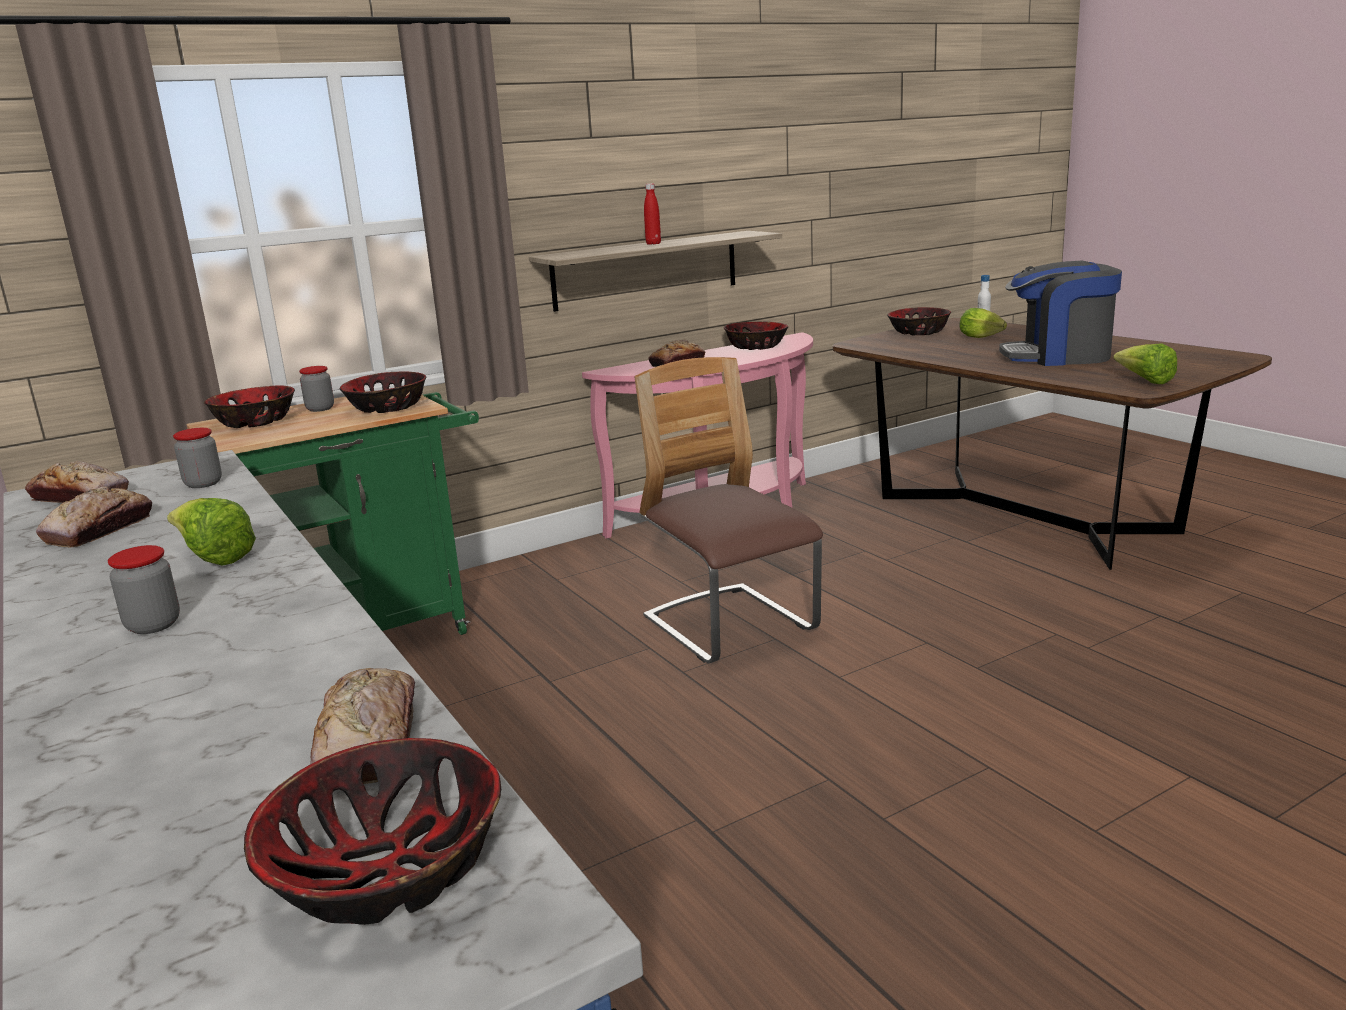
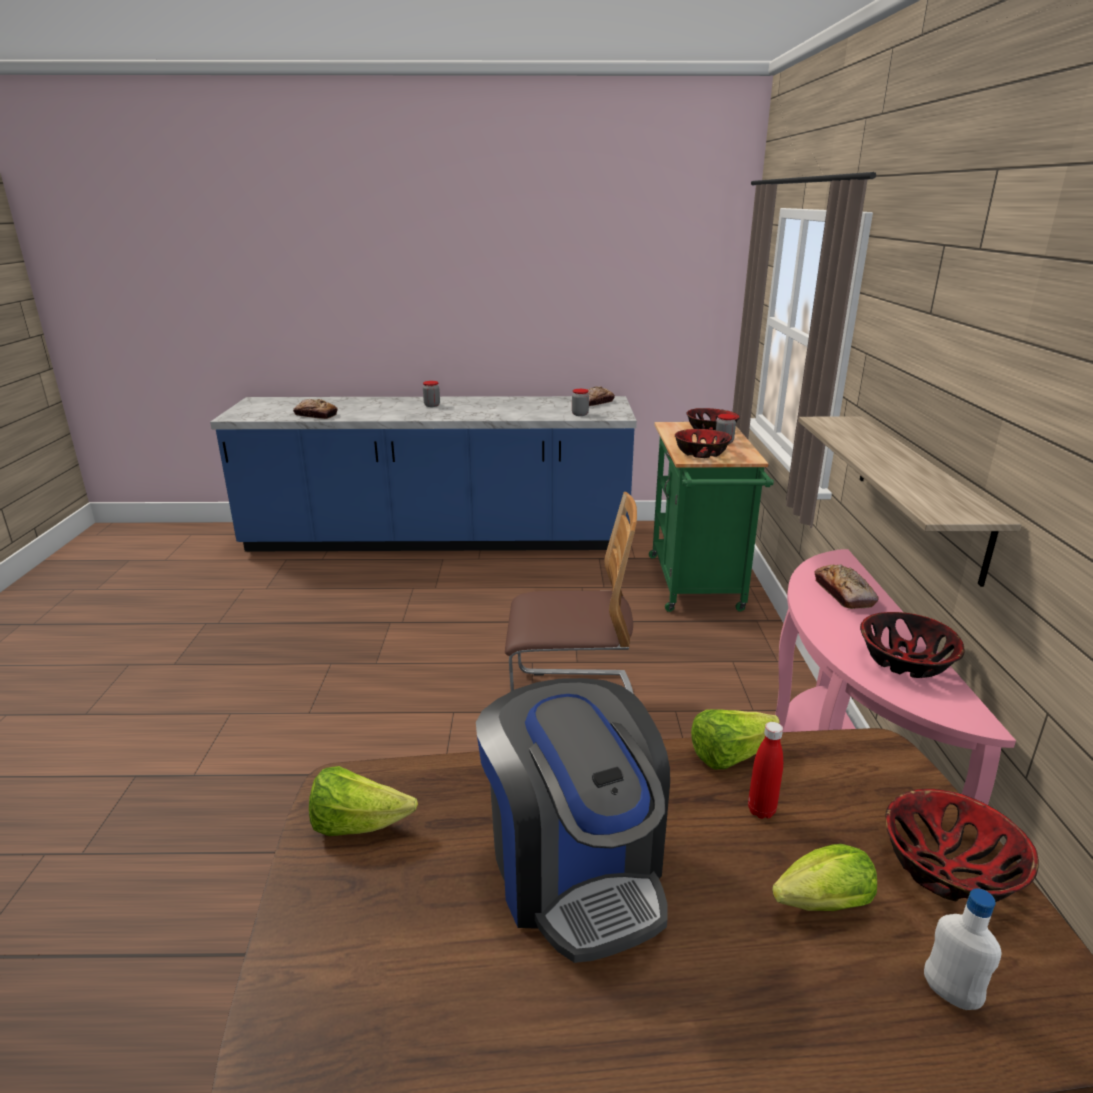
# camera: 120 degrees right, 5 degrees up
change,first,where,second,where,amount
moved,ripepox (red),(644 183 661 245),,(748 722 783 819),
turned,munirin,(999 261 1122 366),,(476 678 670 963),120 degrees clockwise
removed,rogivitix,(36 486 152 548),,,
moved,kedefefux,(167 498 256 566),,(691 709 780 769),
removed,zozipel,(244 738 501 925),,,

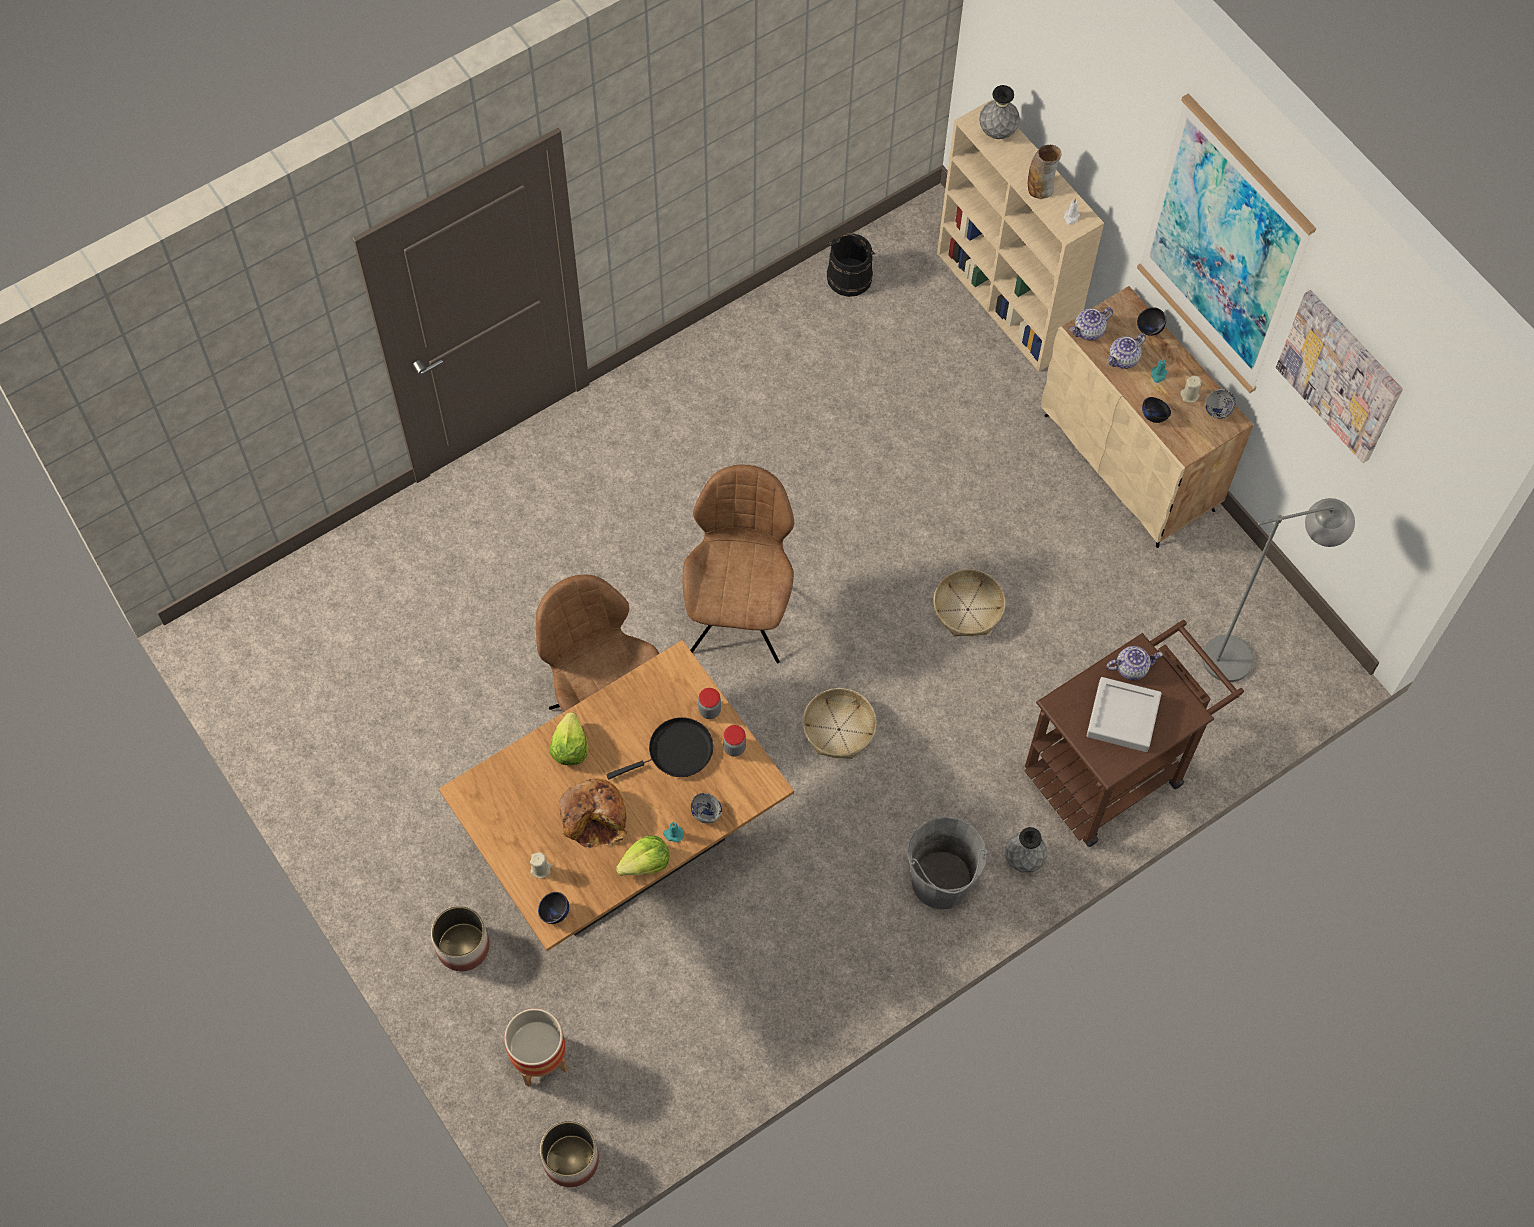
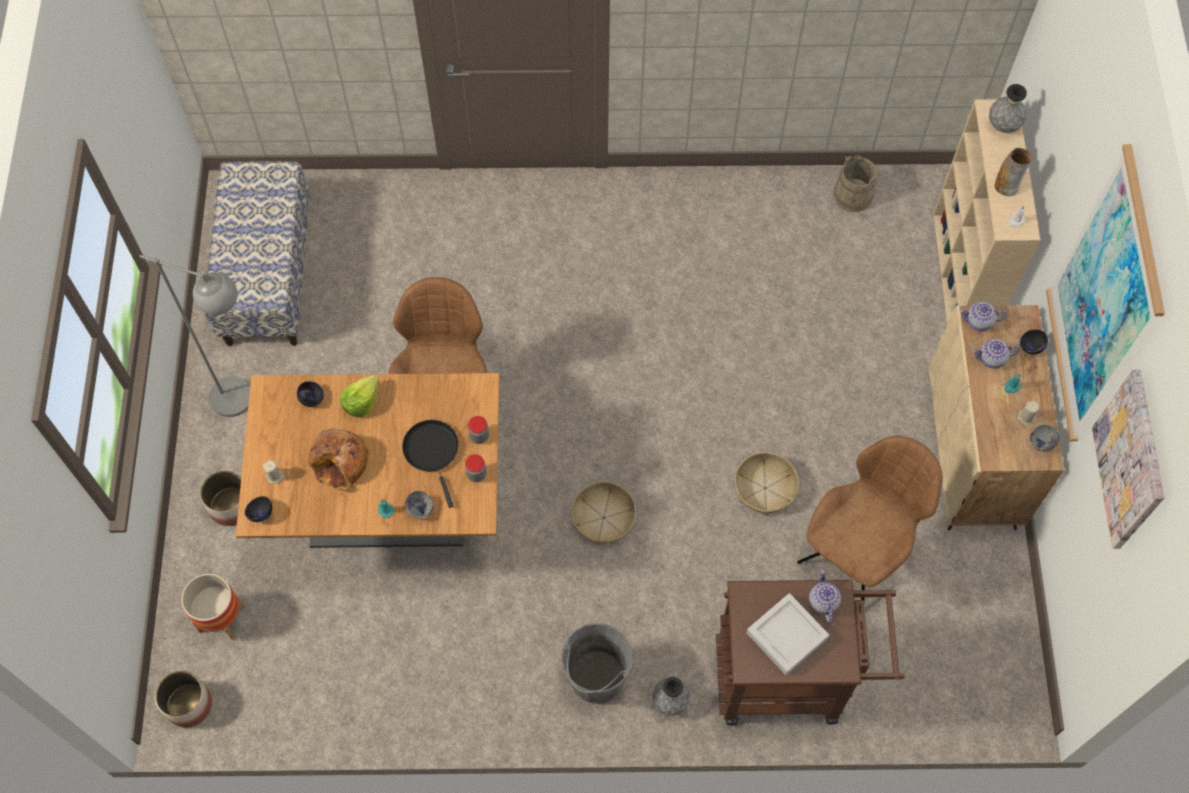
# camera: 35 degrees right, 0 degrees up
change,first,where,second,where,amount
recoloured,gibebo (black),(827 233 875 297),gibebo (beige),(834 155 877 212),
moved,zozipel (black),(1142 397 1171 423),,(297 381 324 407),
moved,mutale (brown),(682 464 794 663),,(797 435 943 600),
moved,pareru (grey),(1202 498 1355 682),,(139 255 250 417),
turned,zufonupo,(1106 646 1163 680),,(809 570 841 623),120 degrees counterclockwise
turned,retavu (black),(606 717 713 779),,(402 420 459 508),120 degrees counterclockwise
removed,kedefefux,(616 835 670 876),,,
added,,,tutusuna,(205 161 310 346),

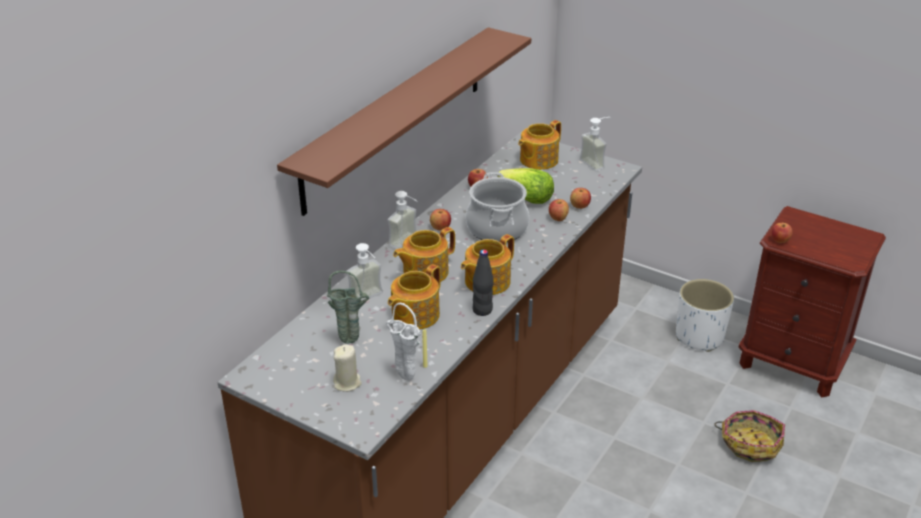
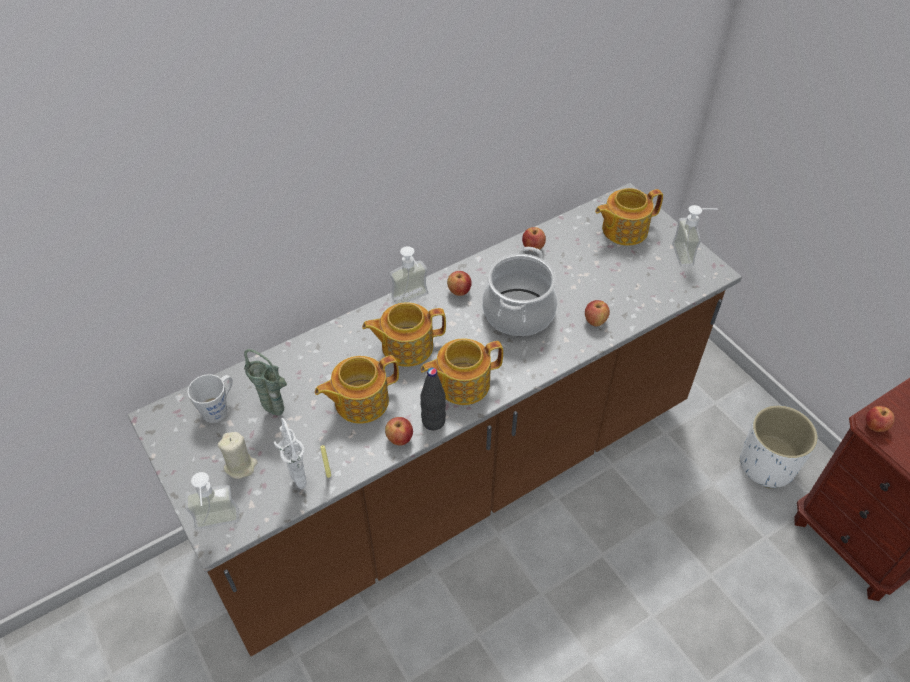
# camera: 25 degrees right, 15 degrees up
change,first,where,second,where,amount
removed,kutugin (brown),(277 27 531 216),,,
removed,kedefefux,(497 168 554 204),,,
moved,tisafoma,(570 188 591 209),,(385 417 413 446),
moved,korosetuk,(347 243 383 301),,(185 472 239 530),
removed,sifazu,(715 410 785 462),,,
added,,,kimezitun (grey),(187 374 233 423),

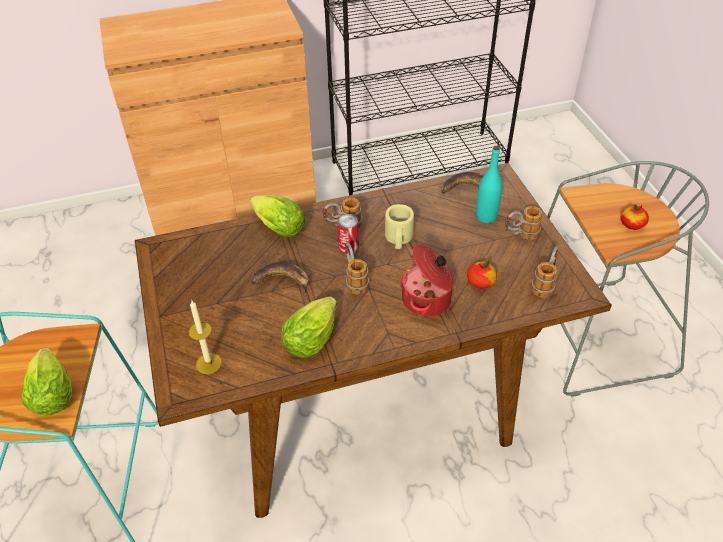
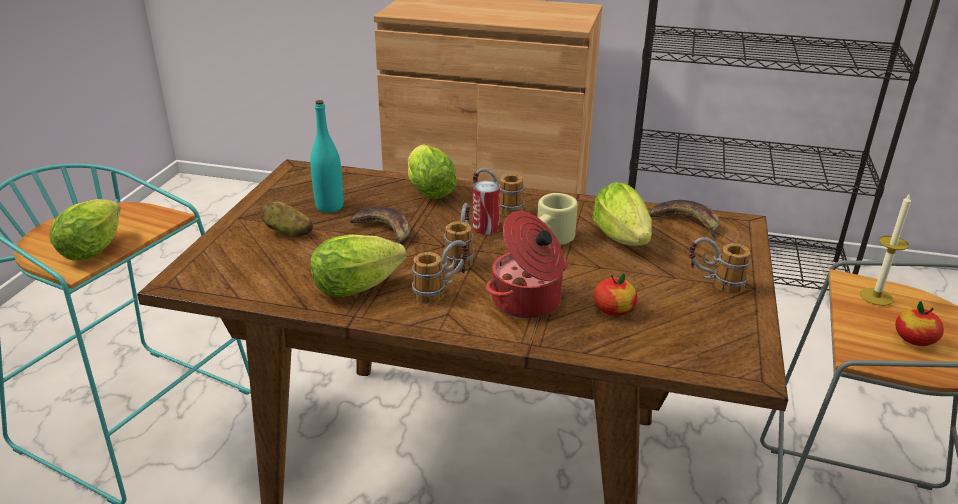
# camera: 30 degrees right, 15 degrees down
change,first,where,second,where,amount
moved,ripepox (turquoise),(476 146 502 223),,(310 100 343 213),
moved,kimezitun,(531 246 559 298),,(412 240 468 304),
moved,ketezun,(189 301 222 374),,(860 193 911 306),
added,,,kedefefux,(592 182 652 246),
added,,,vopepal,(260 201 313 237),

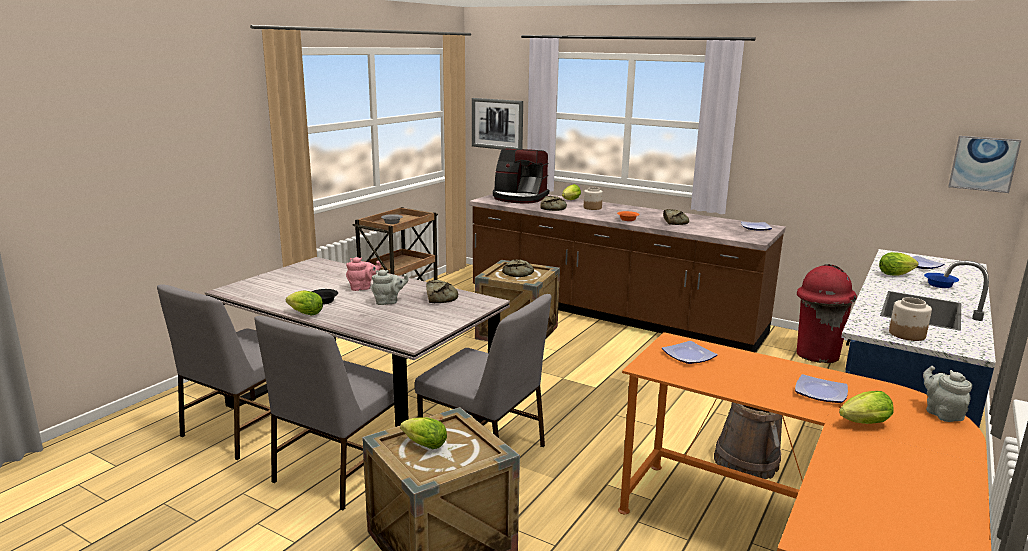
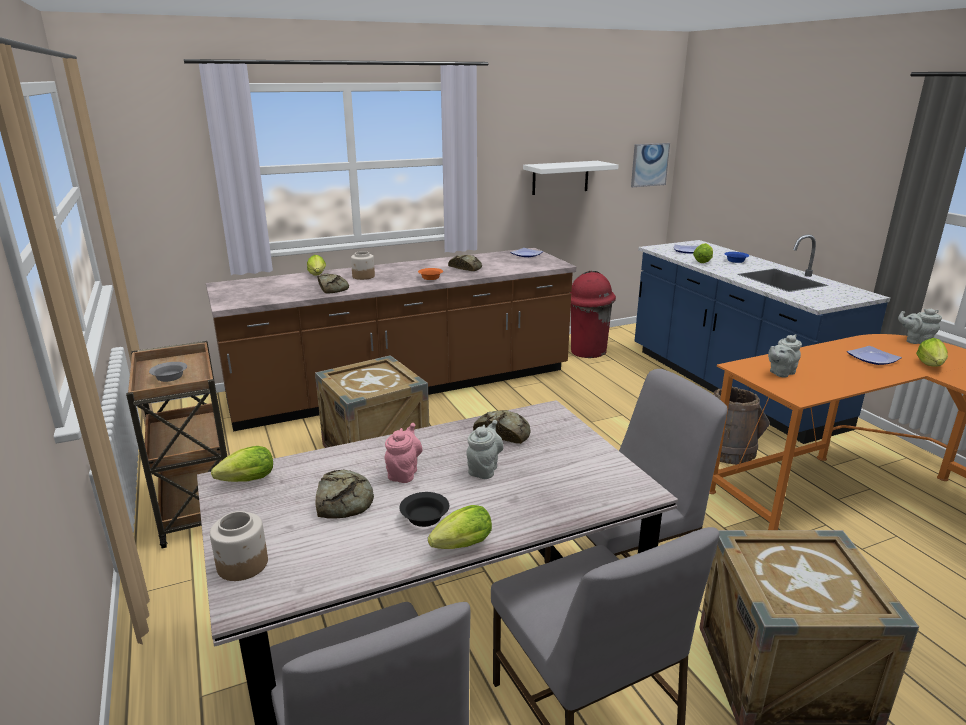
# camera: 55 degrees left, 5 degrees up
change,first,where,second,where,amount
removed,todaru,(472 98 523 149),,,
removed,munirin,(493 149 549 204),,,
moved,rogivitix,(502 259 534 277),,(316 470 374 518),
moved,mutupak,(889 297 932 341),,(210 511 268 581),
replaced,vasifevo,(662 341 718 364),zufonupo (grey),(768 334 802 378),
moved,kedefefux,(400 417 447 449),,(211 446 273 482),
added,,,kutugin (white),(523 161 619 195),

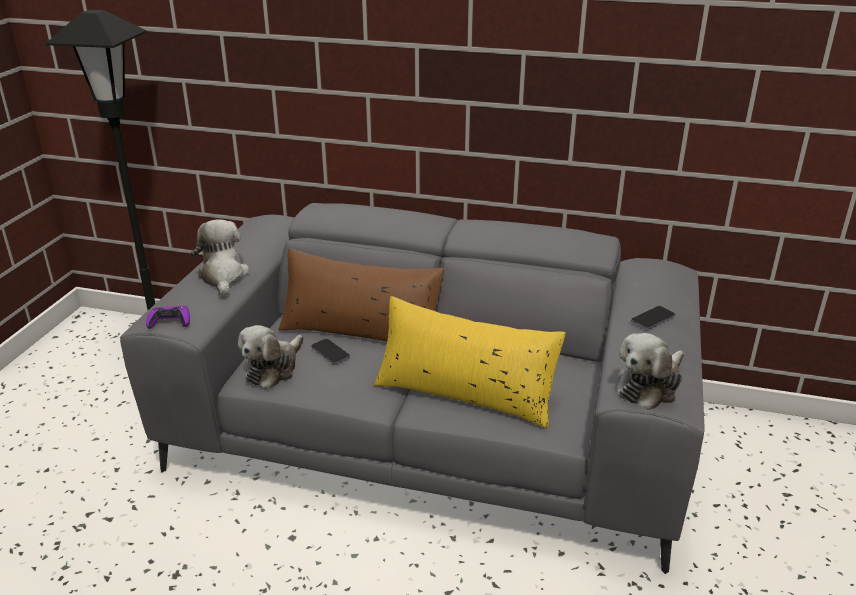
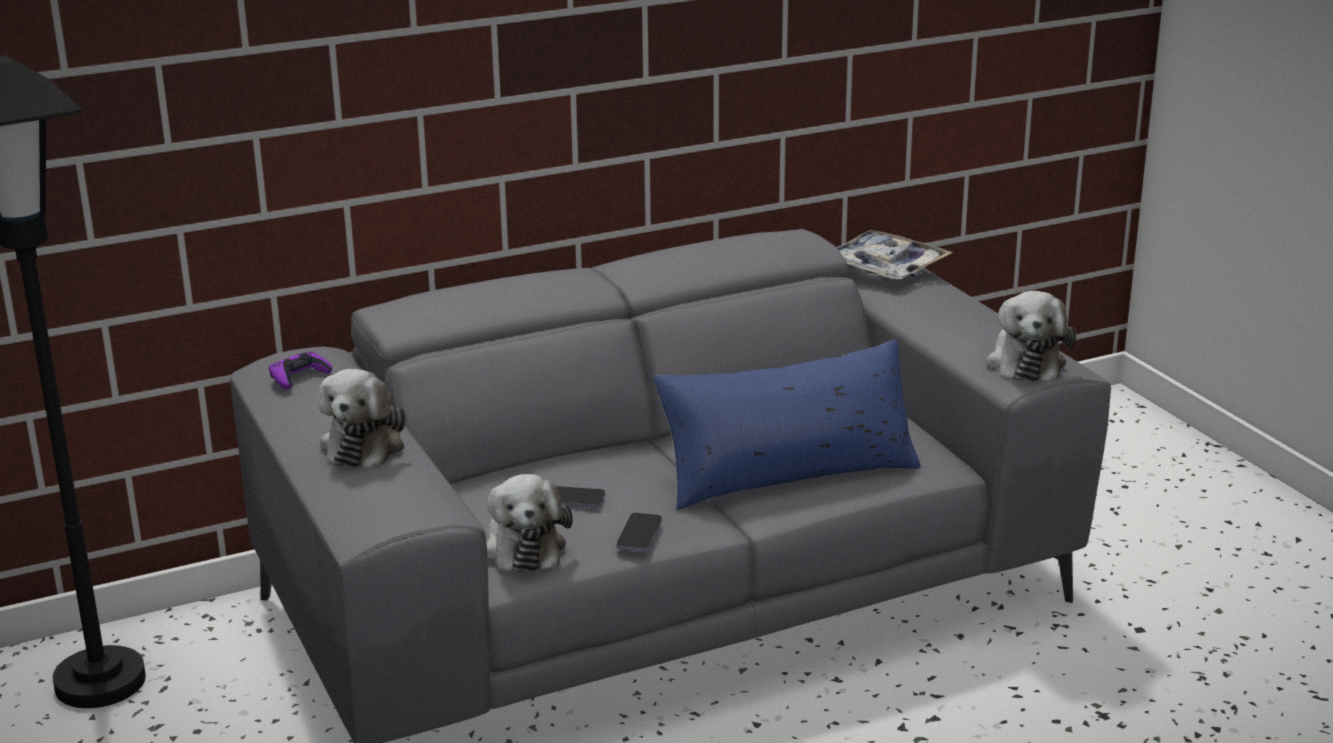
# camera: 40 degrees left, 5 degrees down
change,first,where,second,where,amount
turned,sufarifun,(191 220 250 296),,(318 369 406 467),120 degrees counterclockwise
removed,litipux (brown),(278 249 444 341),,,
recoloured,litipux (yellow),(374 296 566 428),litipux (blue),(653 339 921 510),
moved,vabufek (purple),(146 306 190 329),,(269 352 332 389),
moved,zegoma,(631 306 675 330),,(616 513 662 552),
added,,,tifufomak,(837 230 953 280),

